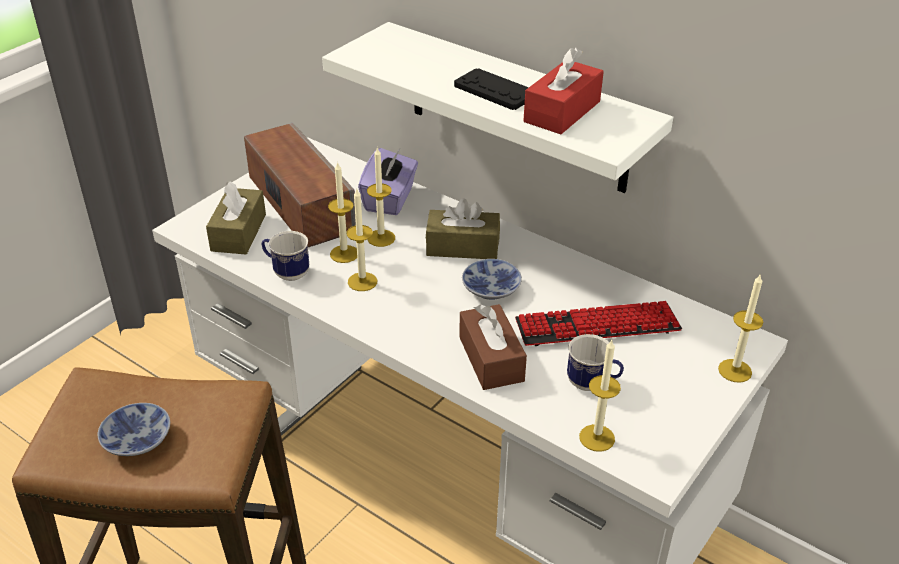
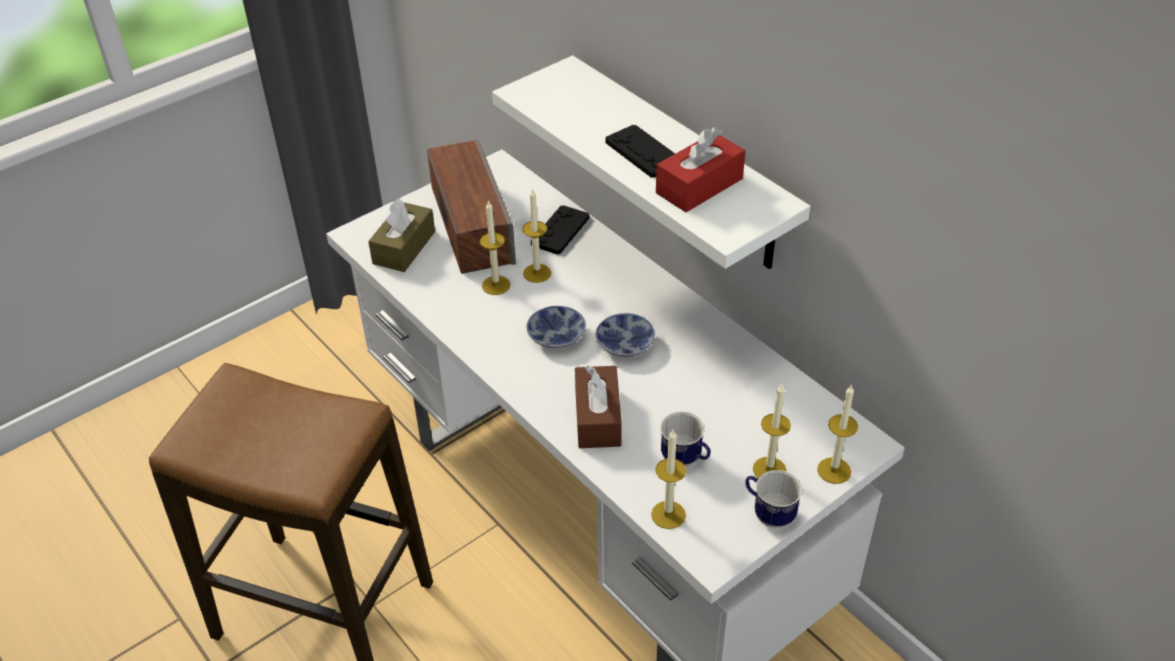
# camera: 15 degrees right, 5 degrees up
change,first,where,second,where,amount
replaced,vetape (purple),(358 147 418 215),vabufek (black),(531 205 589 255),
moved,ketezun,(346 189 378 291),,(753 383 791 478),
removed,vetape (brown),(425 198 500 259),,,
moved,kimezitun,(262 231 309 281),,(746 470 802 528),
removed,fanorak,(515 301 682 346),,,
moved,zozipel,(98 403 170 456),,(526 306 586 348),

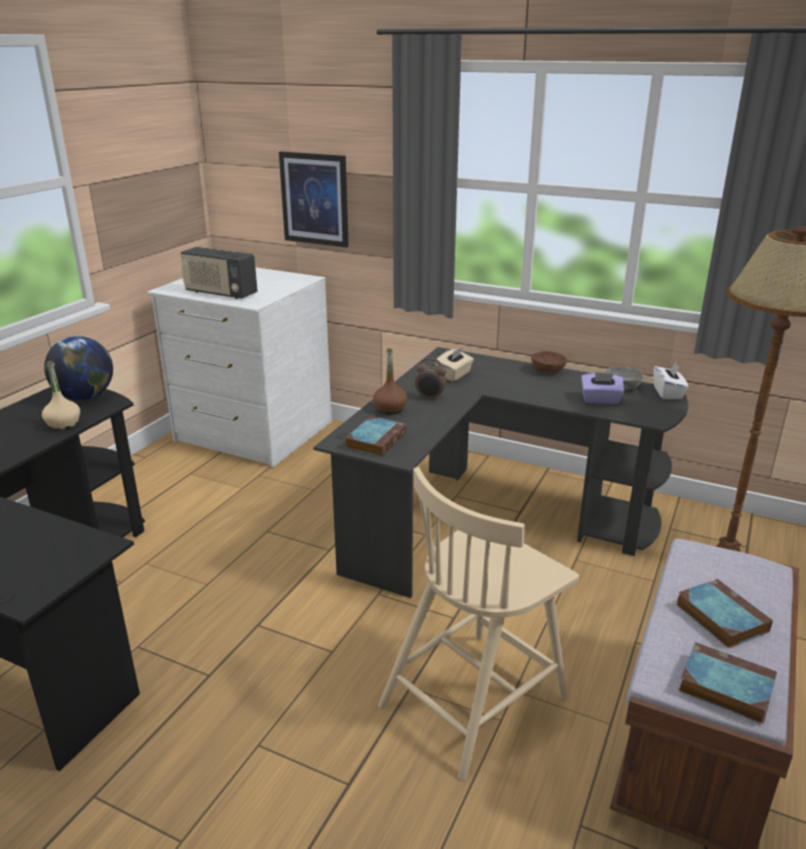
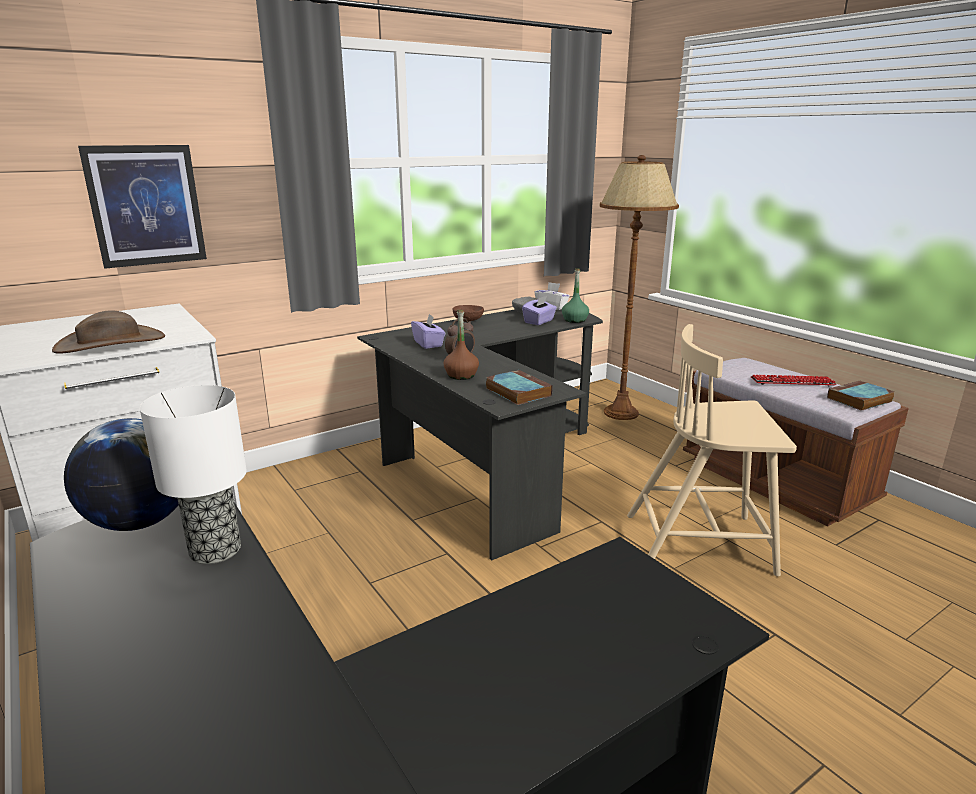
# camera: 60 degrees left, 5 degrees down
change,first,where,second,where,amount
replaced,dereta,(180 247 258 299),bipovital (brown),(52 310 165 354),
recoloured,vetape (beige),(435 347 474 382),vetape (purple),(411 314 445 349),
replaced,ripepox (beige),(42 361 80 430),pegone,(140 385 247 564),
turned,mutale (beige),(378 467 579 780),,(627 324 797 576),105 degrees clockwise
replaced,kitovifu,(676 579 773 648),fanorak,(751 375 836 387),
added,,,ripepox (green),(562 268 589 323),

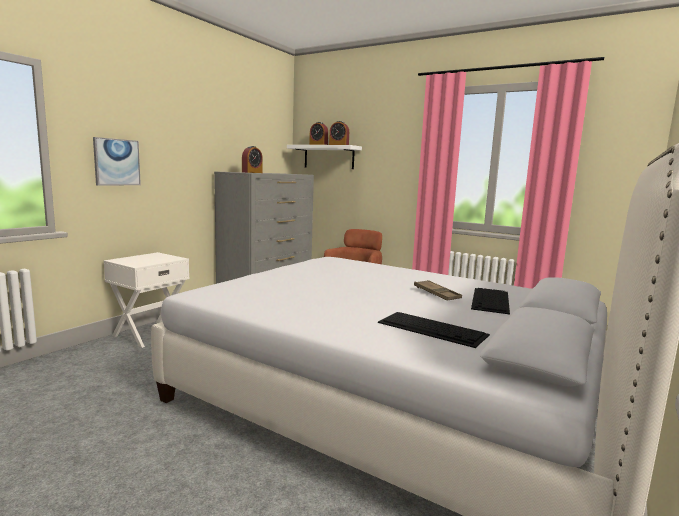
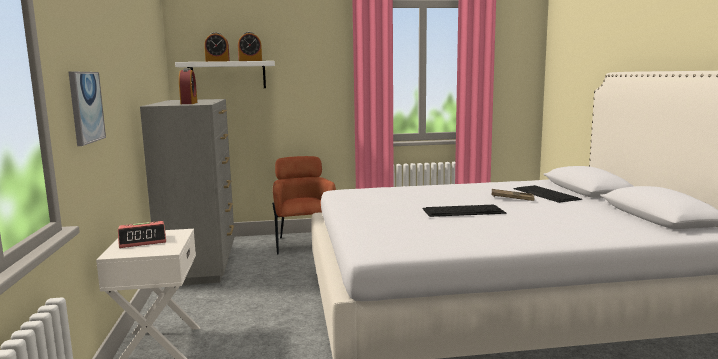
# camera: 40 degrees left, 0 degrees up
change,first,where,second,where,amount
moved,fanorak,(378 312 490 348),,(422 204 506 217),
added,,,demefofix,(118 221 166 248),

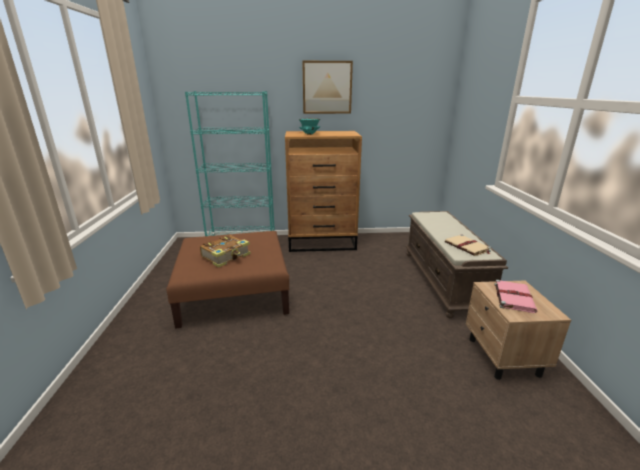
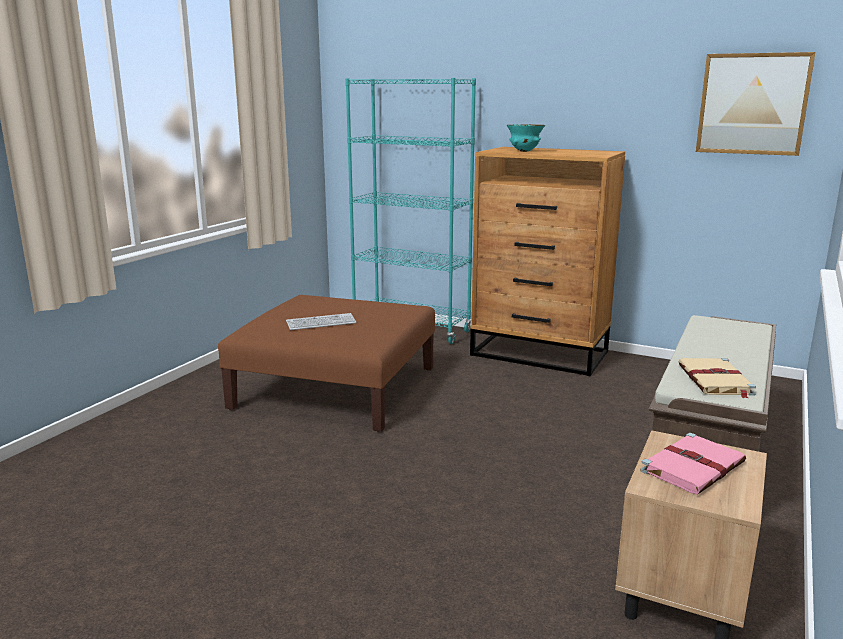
# camera: 30 degrees right, 5 degrees down
change,first,where,second,where,amount
moved,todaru,(302 61 353 114),,(696 52 815 156),
replaced,kitovifu,(200 235 251 267),fanorak,(286 313 356 330),

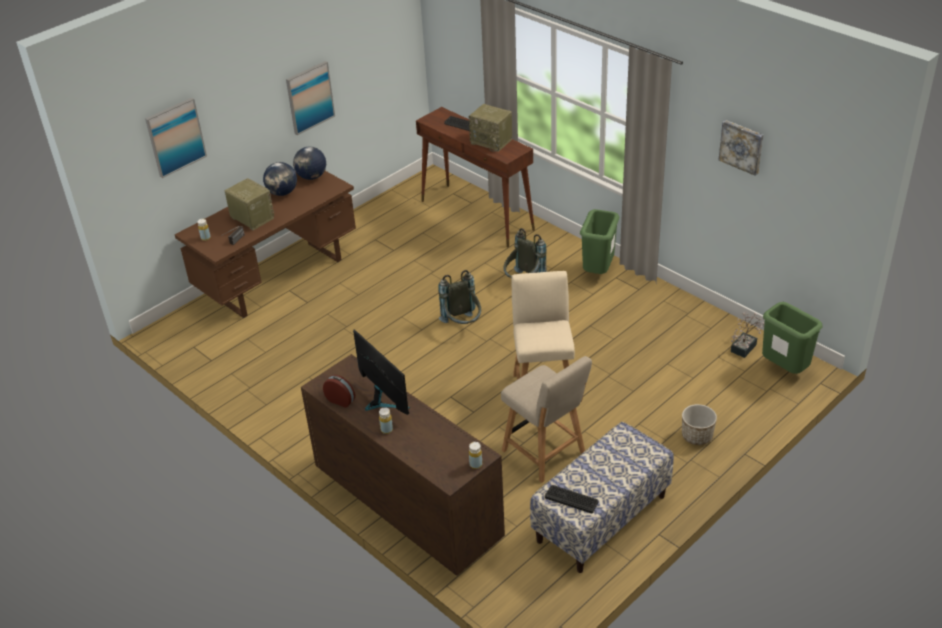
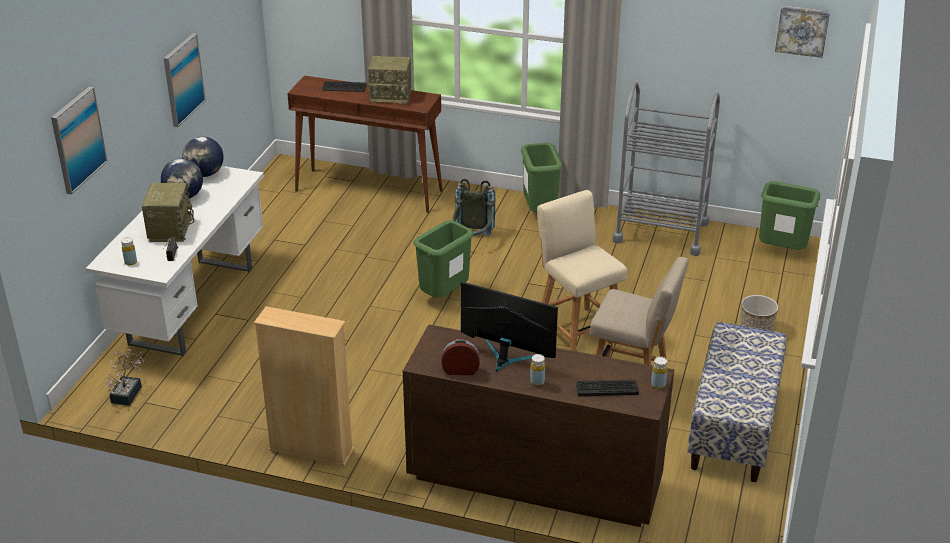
# camera: 30 degrees left, 5 degrees down
change,first,where,second,where,amount
moved,todaru,(719 120 763 176),,(775 6 830 58),
recoloured,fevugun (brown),(175 171 356 318),fevugun (white),(85 166 264 356),
turned,dereta,(225 178 274 230),,(142 183 194 242),75 degrees clockwise
replaced,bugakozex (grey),(438 270 481 324),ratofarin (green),(413 220 474 298),
moved,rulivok,(731 312 764 358),,(107 349 144 406),
moved,fanorak,(545 485 598 513),,(576 380 639 396),
added,,,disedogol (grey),(612 82 720 256),
added,,,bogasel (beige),(254 306 354 466),

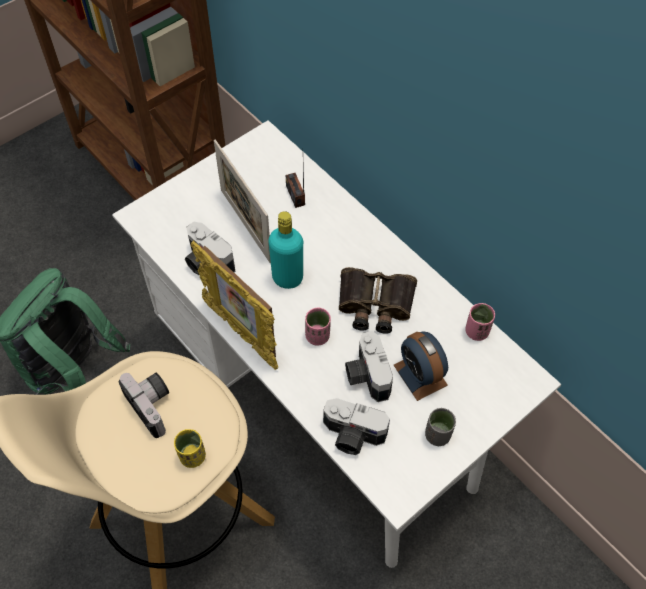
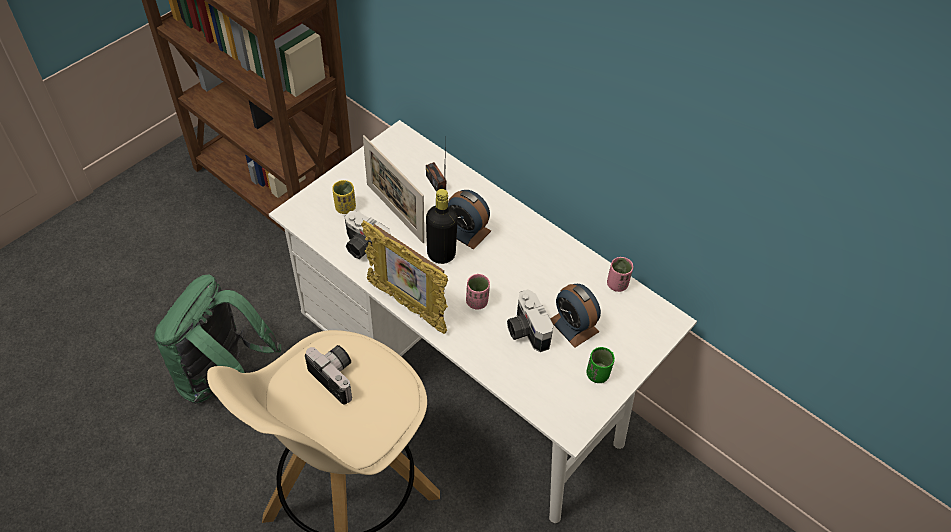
# camera: 10 degrees left, 5 degrees down
change,first,where,second,where,amount
recoloured,ripepox (turquoise),(268 211 303 289),ripepox (black),(426 189 458 264),
removed,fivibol,(339 267 417 334),,,
removed,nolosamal,(323 398 390 455),,,
recoloured,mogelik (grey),(425 408 456 446),mogelik (green),(587 347 615 383),
moved,mogelik (yellow),(174 429 206 468),,(332 180 356 214),
added,,,demefofix,(448 190 491 250),

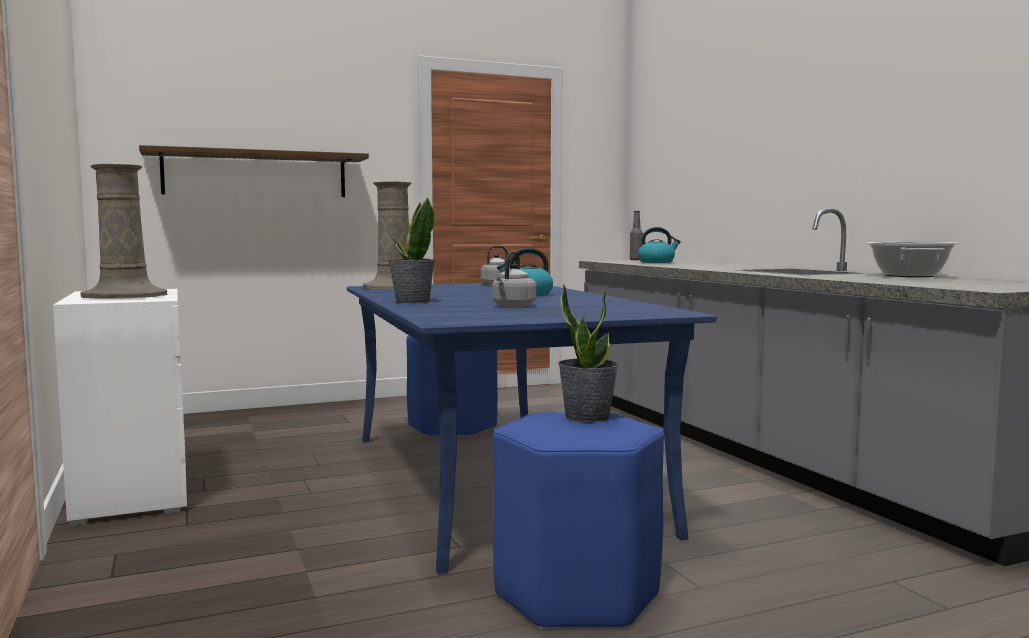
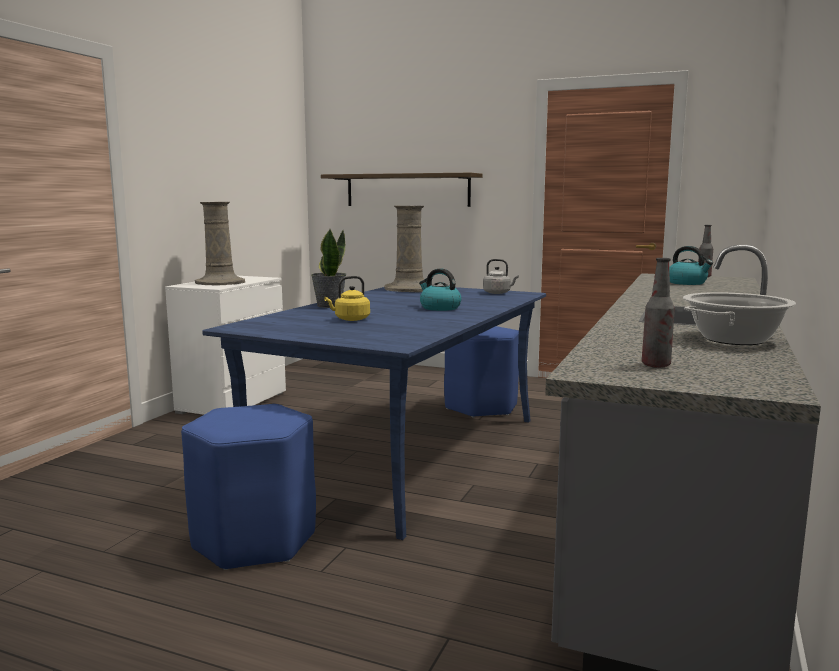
# camera: 45 degrees right, 5 degrees up
change,first,where,second,where,amount
recoloured,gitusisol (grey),(492 251 536 307),gitusisol (yellow),(324 276 370 321),
removed,rulivok,(558 284 619 423),,,
added,,,ripepox,(642 258 675 368),

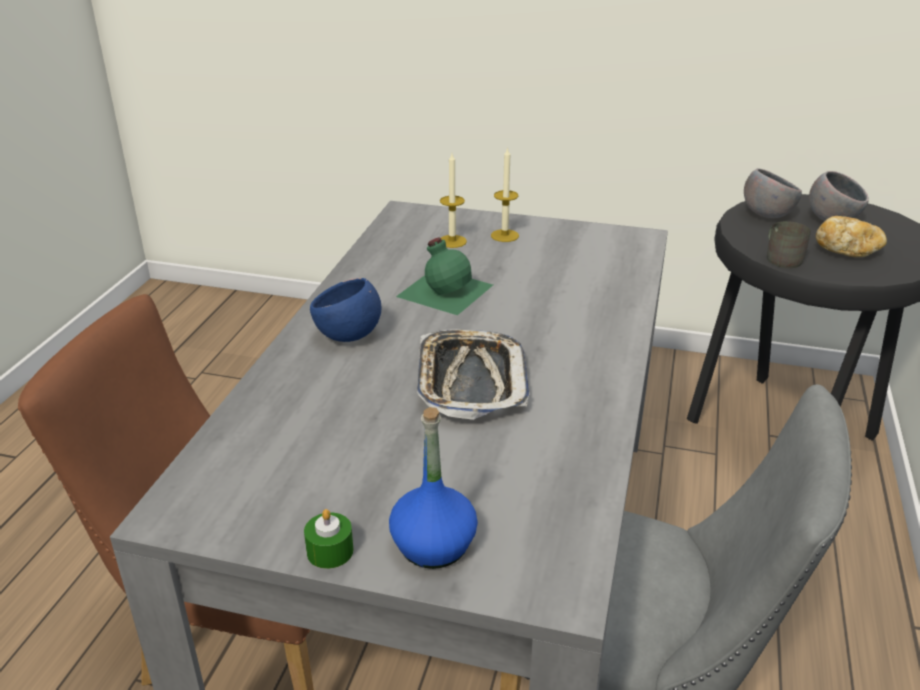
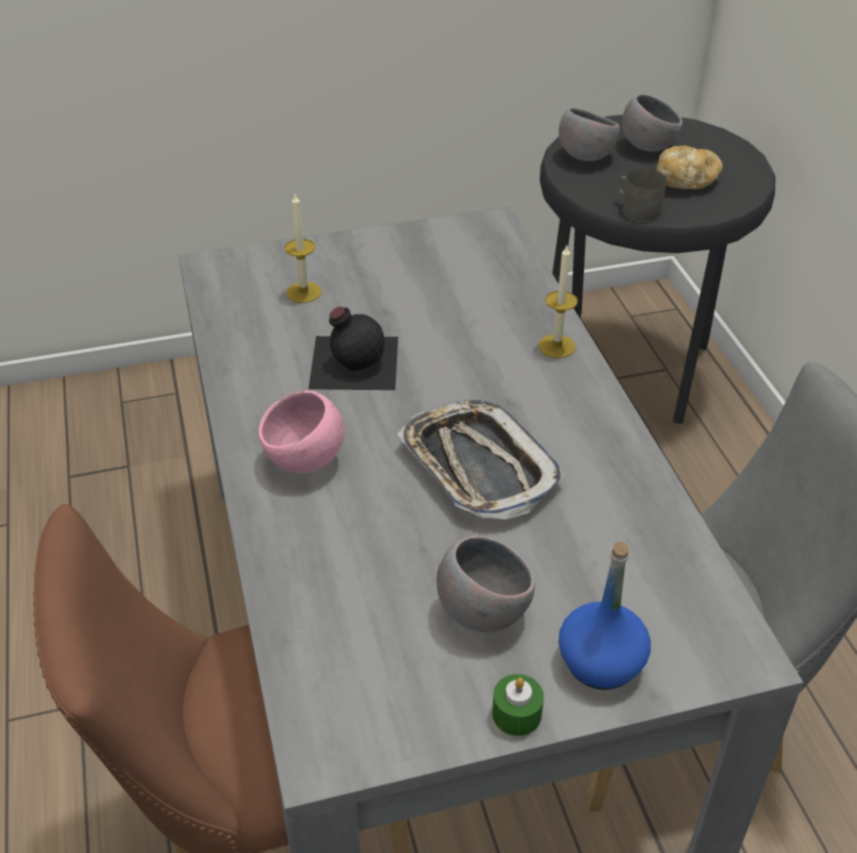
# camera: 30 degrees left, 10 degrees up
change,first,where,second,where,amount
moved,ketezun,(491 147 519 242),,(538 246 578 358),
recoloured,ripepox (green),(396 237 493 315),ripepox (black),(309 307 398 390),
recoloured,zozipel (blue),(310 278 381 342),zozipel (pink),(258 390 344 473),
added,,,zozipel (grey),(437 535 535 633),

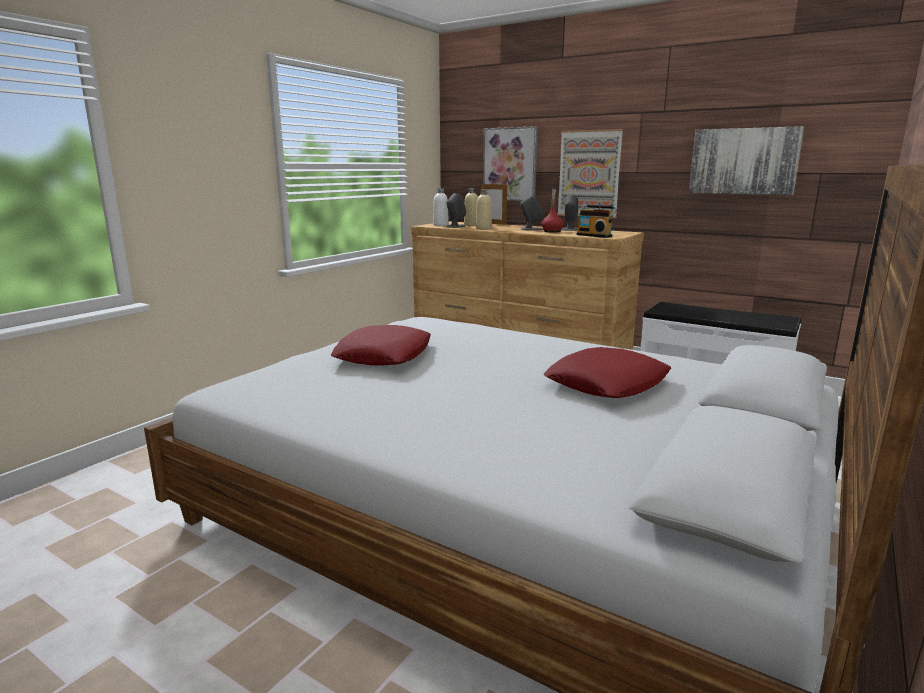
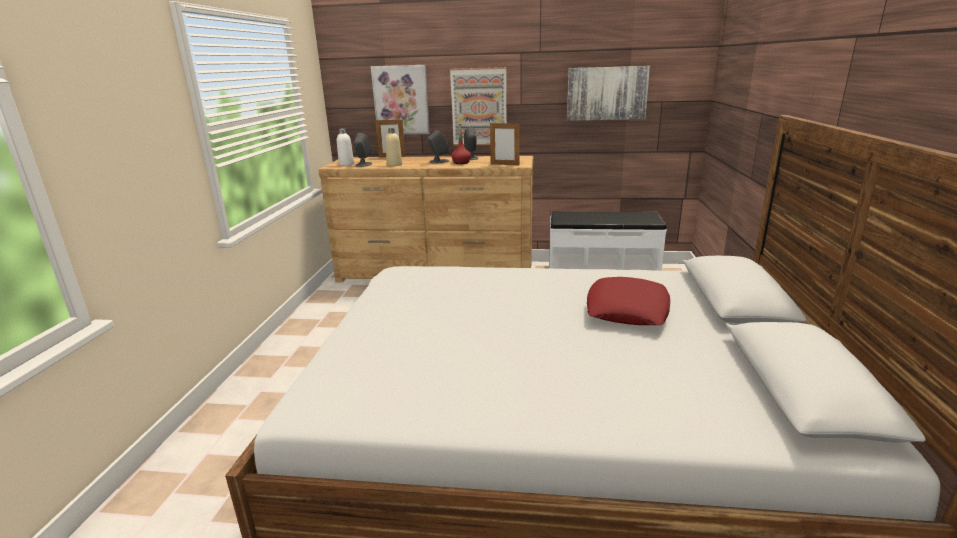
# camera: 25 degrees left, 5 degrees up
change,first,where,second,where,amount
removed,ripepox (beige),(464 188 478 226),,,
replaced,dereta,(577 204 618 238),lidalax,(490 122 520 165),
removed,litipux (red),(331 325 431 366),,,

